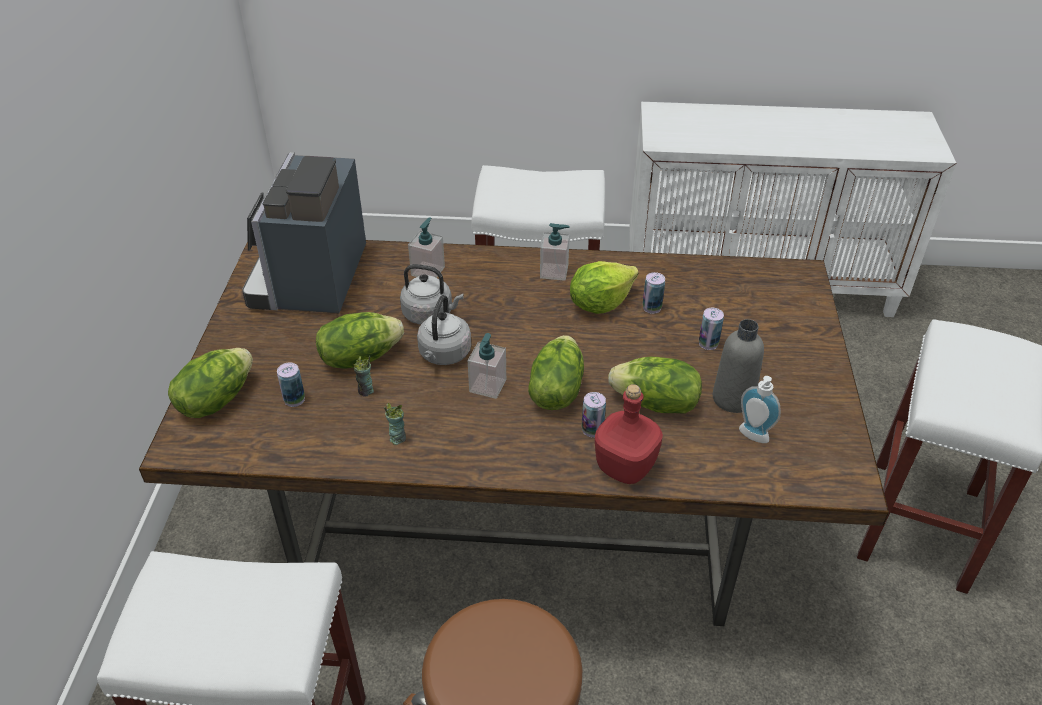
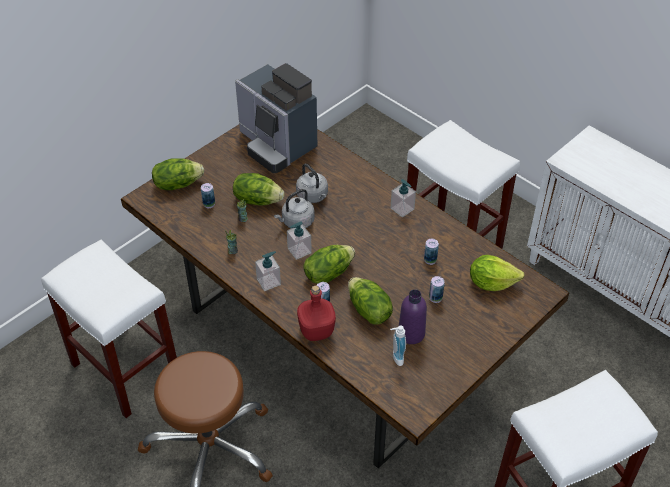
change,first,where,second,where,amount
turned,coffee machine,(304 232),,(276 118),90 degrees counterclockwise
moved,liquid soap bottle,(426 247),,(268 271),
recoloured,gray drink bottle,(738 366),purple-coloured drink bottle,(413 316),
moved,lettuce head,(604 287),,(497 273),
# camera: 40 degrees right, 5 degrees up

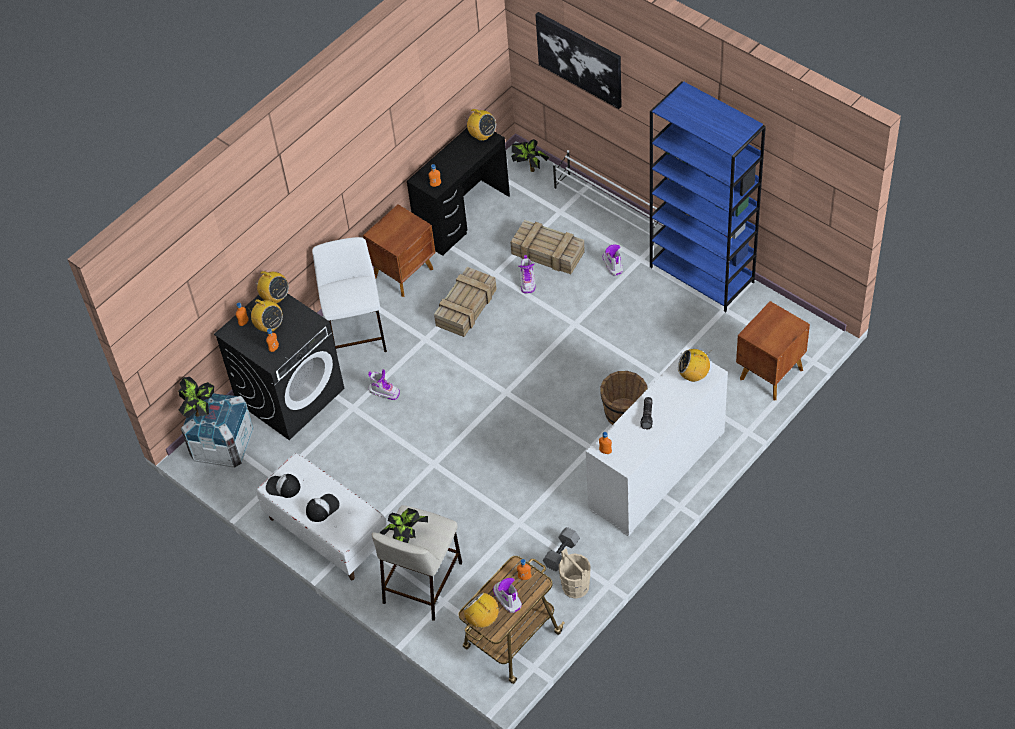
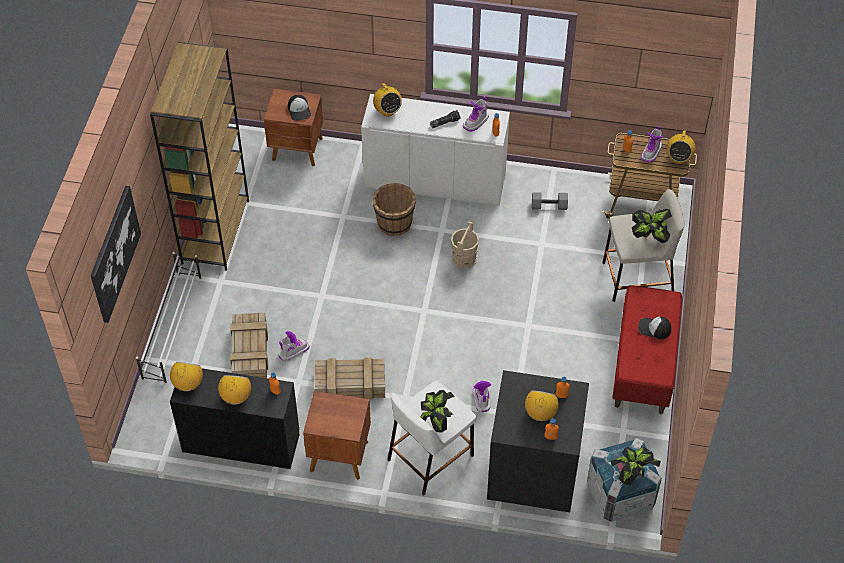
change,first,where,second,where,amount
recoloured,bluish bookcase,(708 196),brown-coloured bookcase,(199 156),
moved,radio receiver,(271 287),,(234 389),
moved,peaked cap,(283 486),,(299 108),
moved,plant in a pot,(530 155),,(438 411),
moved,beige bucket,(574 574),,(465 245),
moved,boot,(613 260),,(476 114),
recoloured,white indoor bench,(322 516),red indoor bench,(647 349),
# camera: 125 degrees left, 0 degrees up

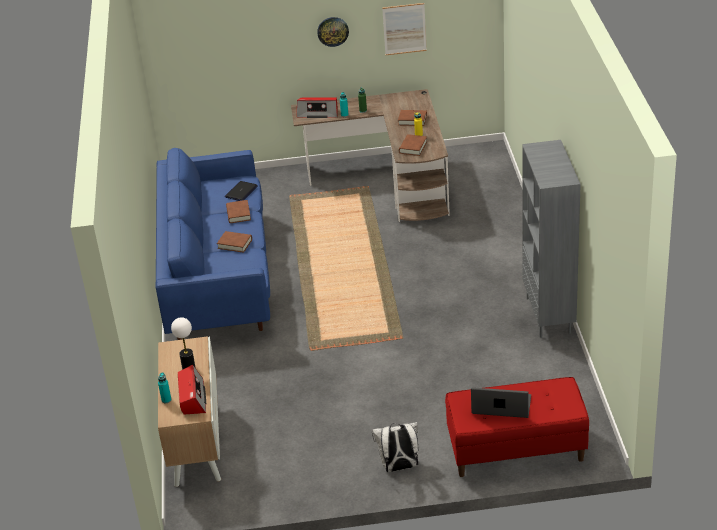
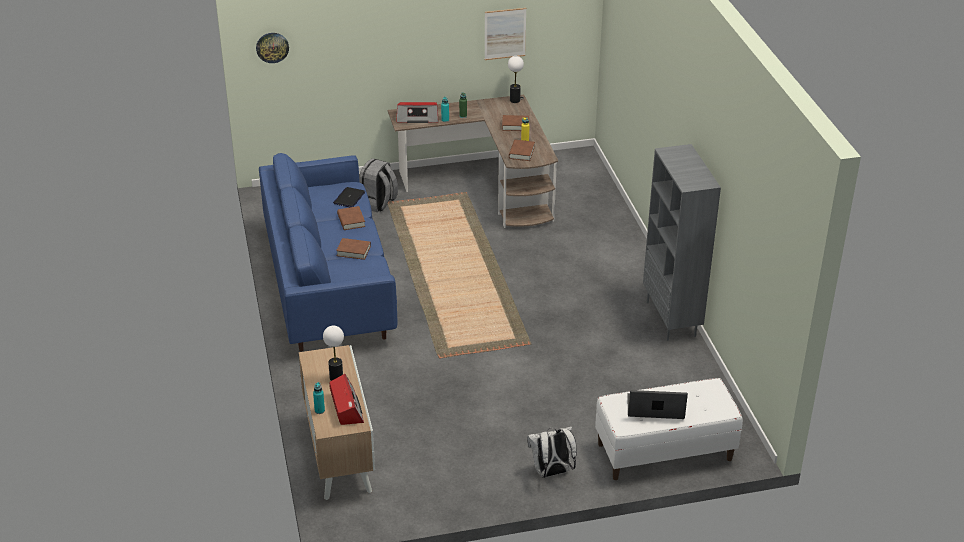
change,first,where,second,where,amount
moved,hanging clock,(333 32),,(272 48),
added,,,gray rucksack,(378 185),
added,,,tabletop lamp,(516 79),
recoloured,red indoor bench,(517 427),white indoor bench,(669 429),
# camera: 10 degrees left, 0 degrees up

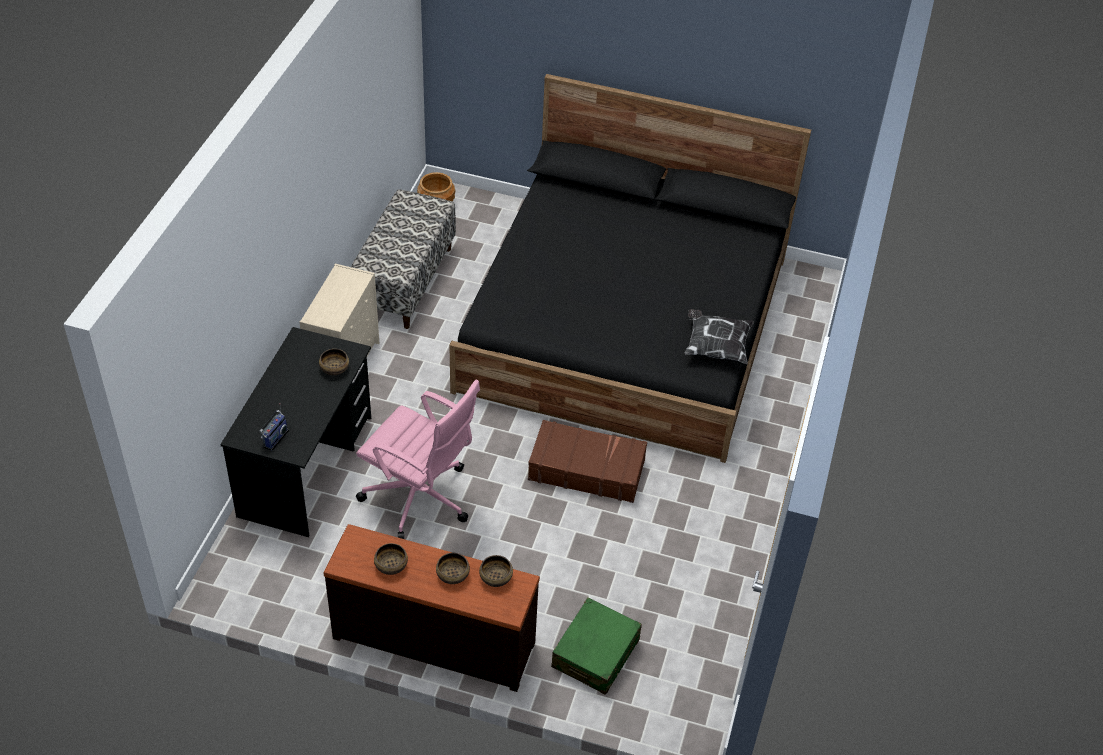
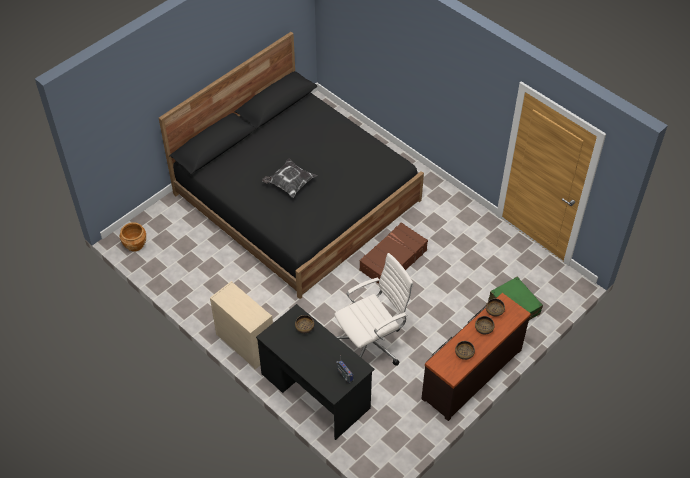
change,first,where,second,where,amount
moved,pillow,(719 336),,(289 178),
recoloured,pink office chair,(418 459),white office chair,(373 309),
removed,indoor bench,(403 259),,,
# camera: 60 degrees left, 5 degrees up

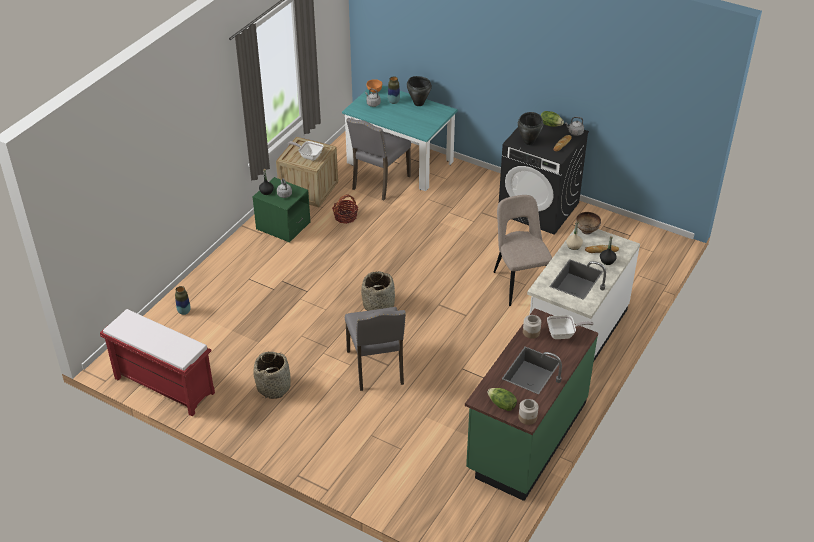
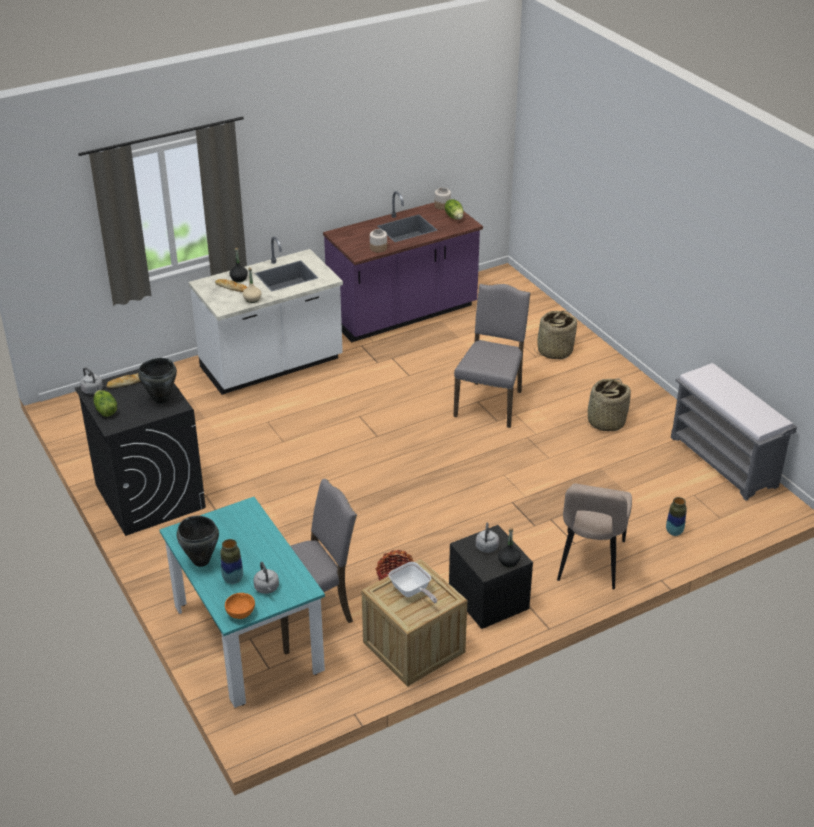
change,first,where,second,where,amount
recoloured,green kitchen counter,(531 404),purple-coloured kitchen counter,(403 266),
recoloured,green night table,(281 210),black night table,(491 577),
moved,household basket,(378 291),,(555 335),
moved,beige chair,(522 250),,(594 537),
recoloured,red indoor bench,(157 362),gray indoor bench,(734 432),
removed,skillet,(570 327),,,
removed,serving bowl,(588 223),,,
# camera: 150 degrees left, 5 degrees down

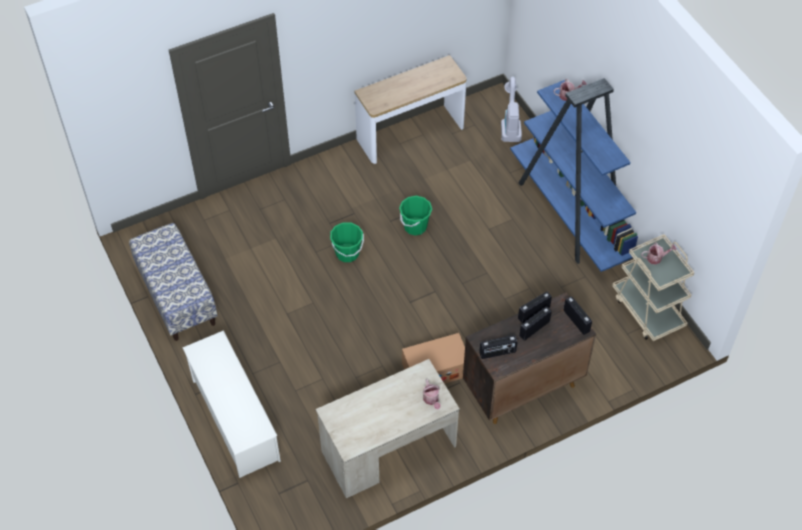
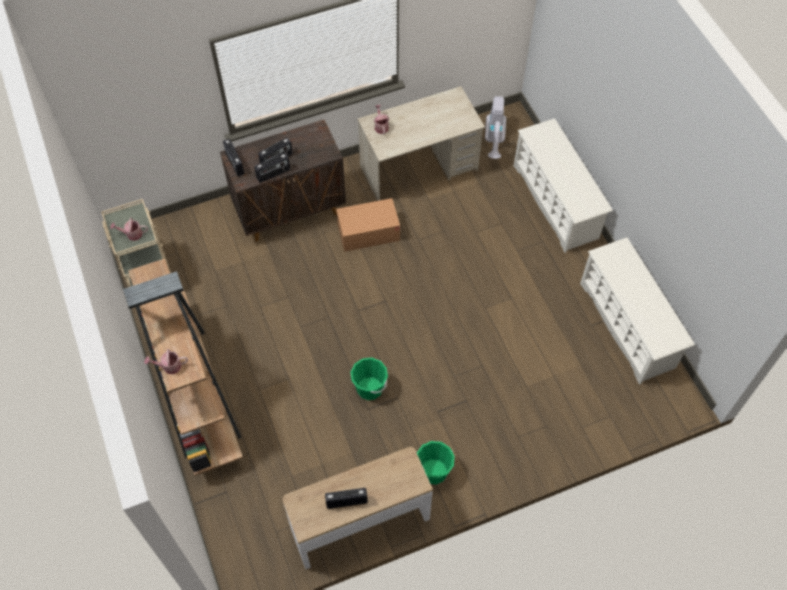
change,first,where,second,where,amount
recoloured,bluish bookcase,(574 175),brown-coloured bookcase,(183 367),
moved,radio receiver,(498 347),,(346 498),
moved,green bucket,(347 242),,(435 463),
moved,hoover,(511 109),,(495 127),
replaced,indoor bench,(173 282),white shoe shelf,(637 311),
# camera: 175 degrees left, 5 degrees up

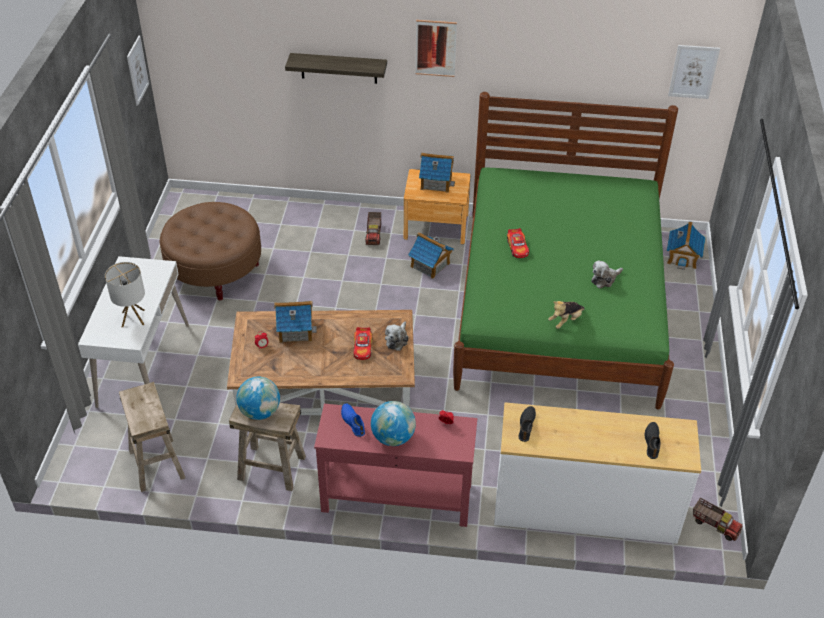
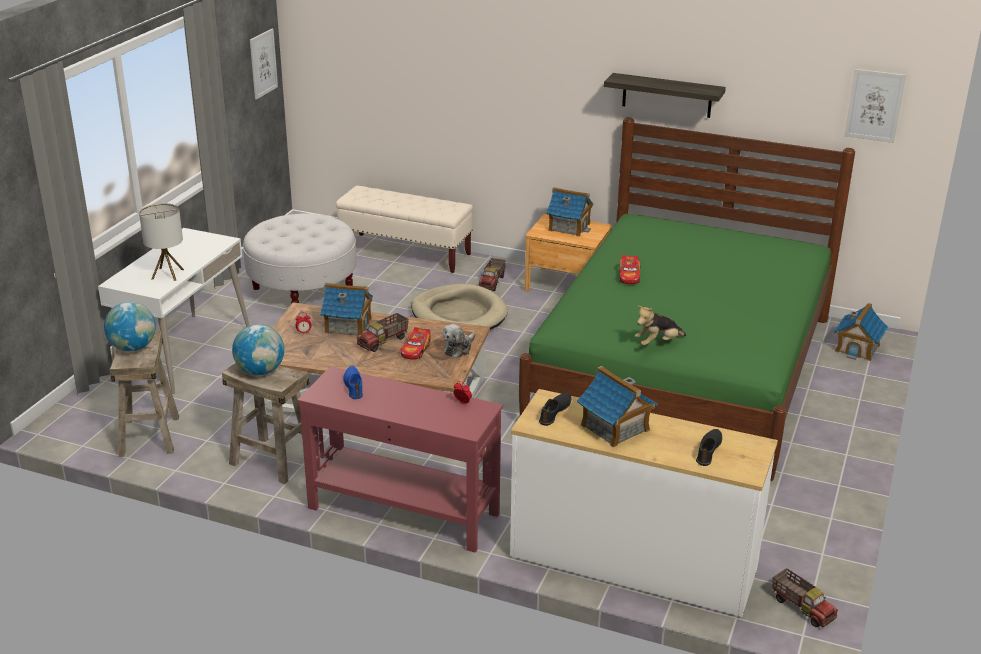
change,first,where,second,where,amount
moved,desk globe,(393 423),,(130 326),
recoloured,brown-coloured footrest,(210 251),white footrest,(299 258),
added,,,beige indoor bench,(404 229),
added,,,model truck,(383 332),
added,,,beige dog bed,(459 306),
moved,model house,(431 255),,(617 407),
moved,shelf,(336 68),,(665 95),
removed,picture,(436 48),,,
removed,plush toy,(607 274),,,
# camera: 15 degrees right, 15 degrees down

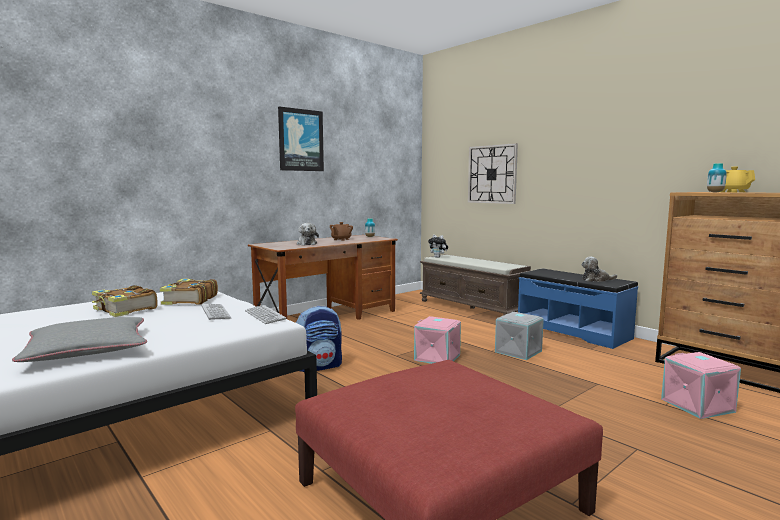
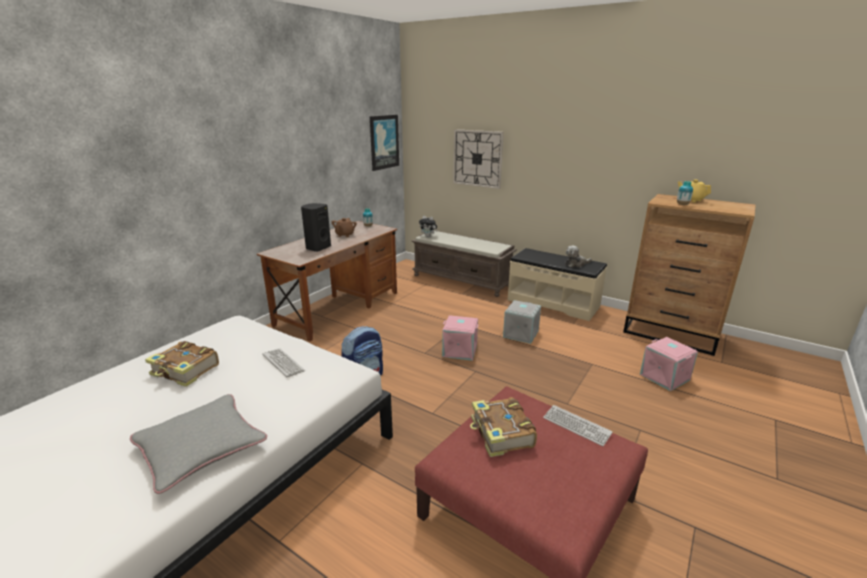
change,first,where,second,where,amount
replaced,plush toy,(308 234),black speaker,(316 227),
moved,picture,(301 138),,(384 143),
moved,bound book,(189 292),,(503 427),
recoloured,bluish indoor bench,(578 309),beige indoor bench,(557 284),
moved,keyboard,(265 314),,(578 425),
# camera: 15 degrees left, 15 degrees up

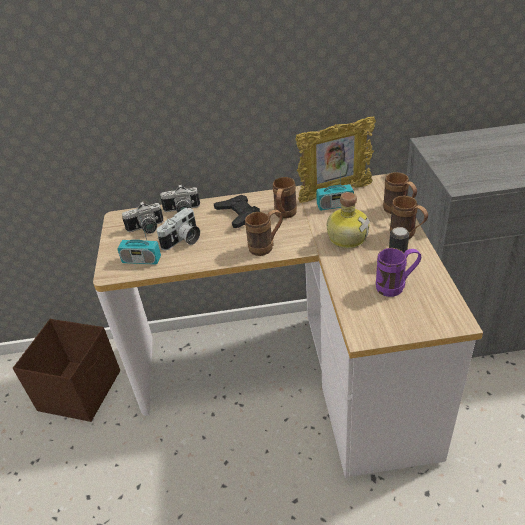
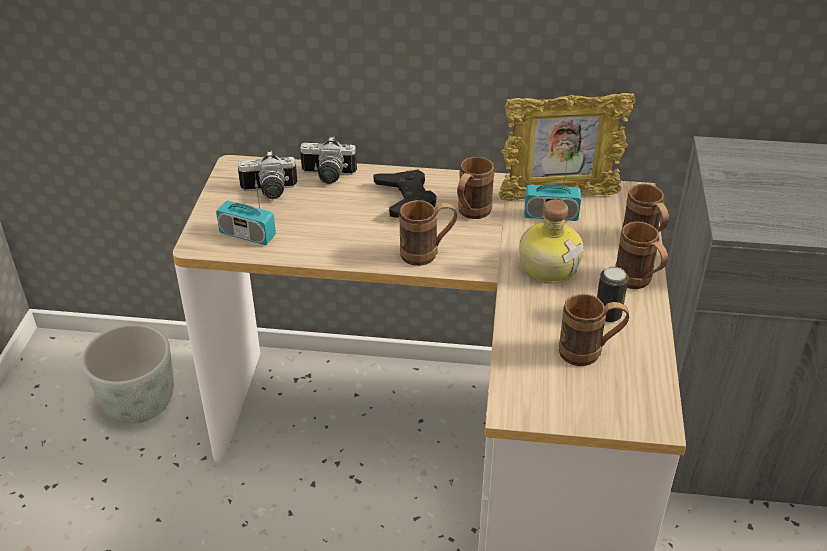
change,first,where,second,where,amount
replaced,brown-coloured storage bin,(66 370),gray flower pot,(128 374),
recoloured,purple-coloured mug,(398 272),brown-coloured mug,(594 330),
removed,photo camera,(178 228),,,
# camera: 10 degrees right, 0 degrees up

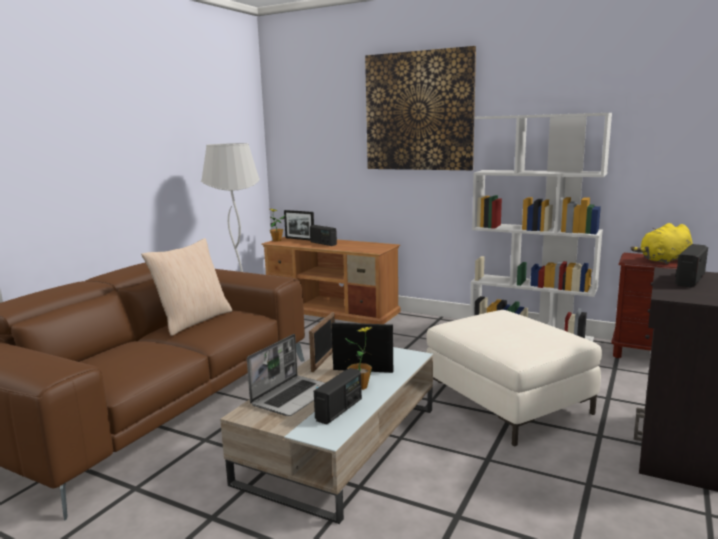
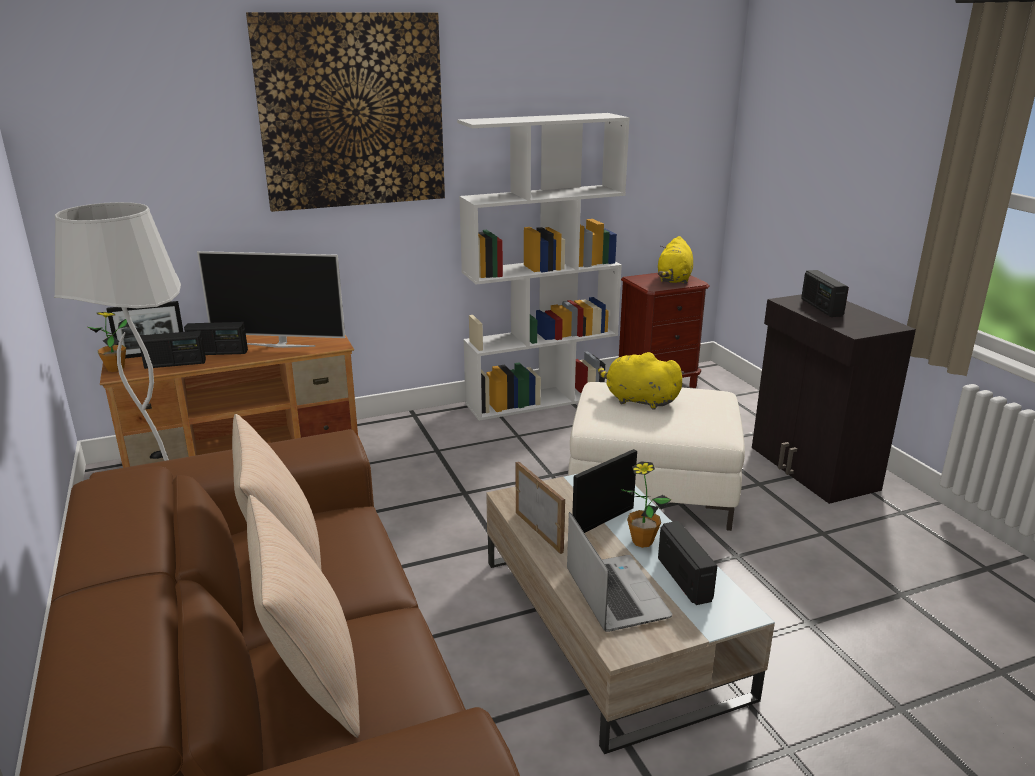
change,first,where,second,where,amount
added,,,radio receiver,(173 350),
added,,,television,(271 299),
added,,,beige pillow,(303 616),
added,,,yellow-coloured plush toy,(641 381),
# camera: 50 degrees left, 10 degrees up

